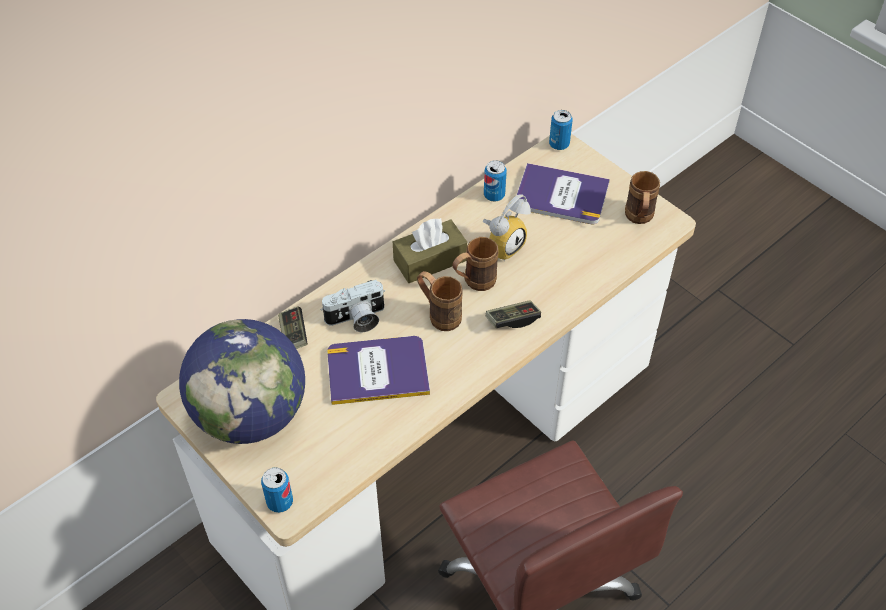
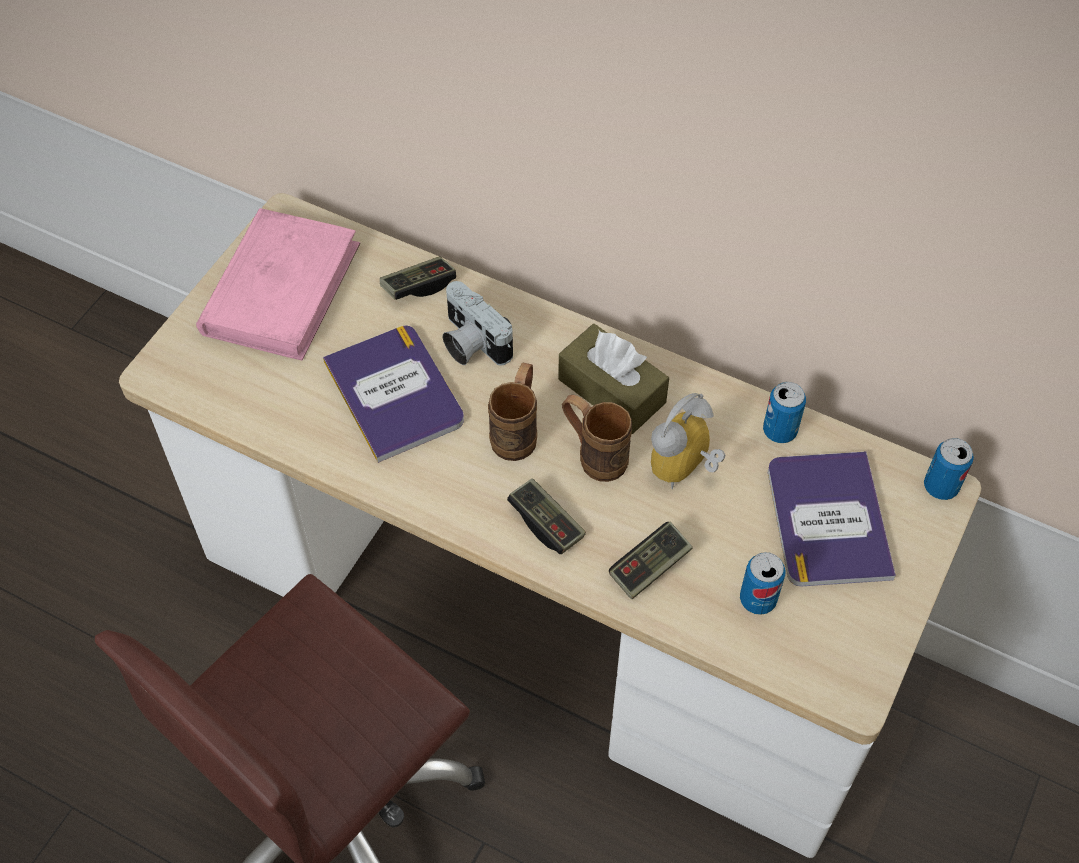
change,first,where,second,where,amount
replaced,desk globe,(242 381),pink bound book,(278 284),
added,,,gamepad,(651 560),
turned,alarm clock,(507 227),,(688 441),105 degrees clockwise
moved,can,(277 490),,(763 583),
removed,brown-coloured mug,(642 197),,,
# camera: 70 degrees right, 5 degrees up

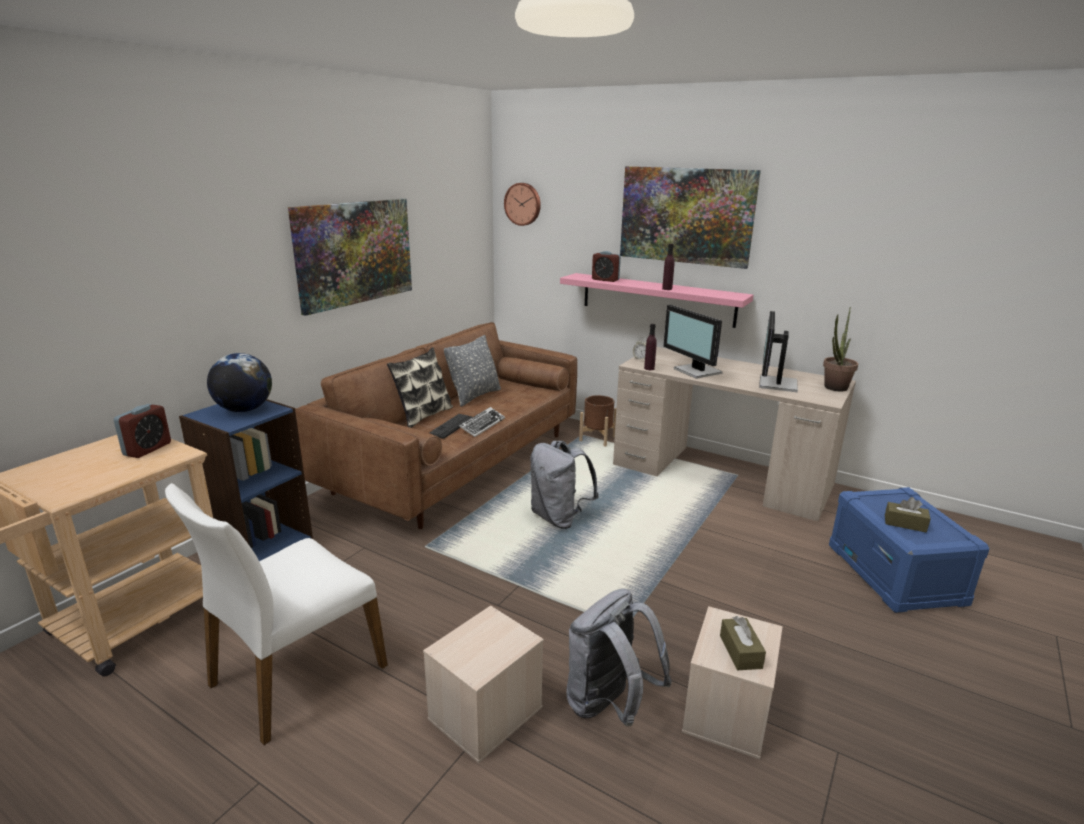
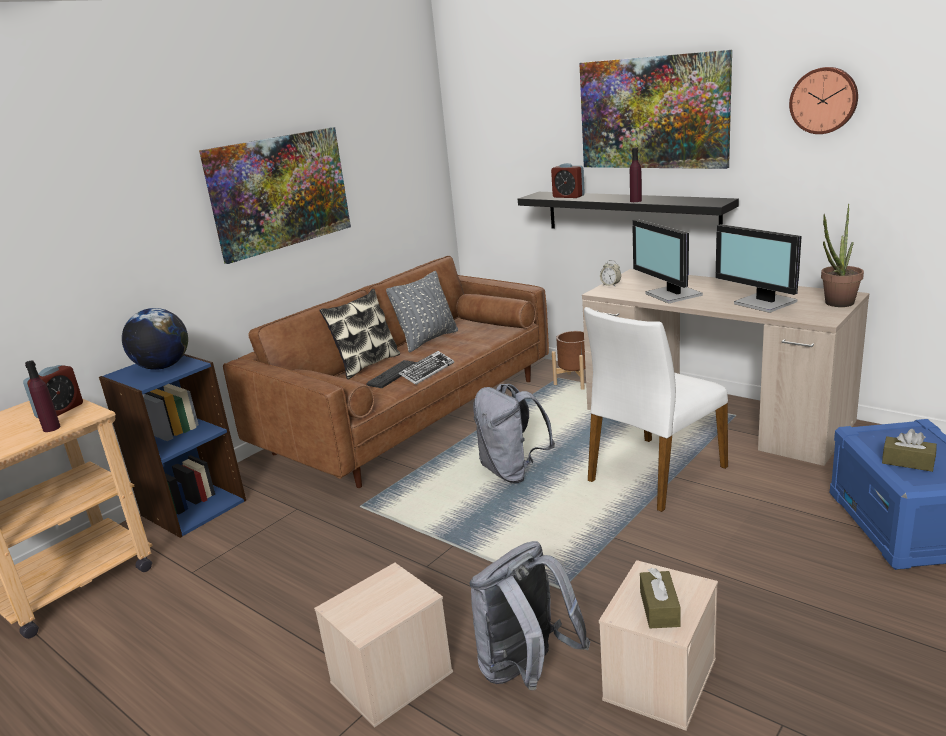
change,first,where,second,where,amount
moved,purple-coloured drink bottle,(650 347),,(43 396),
recoloured,pink shelf,(657 300),black shelf,(628 210),
moved,white chair,(276 614),,(656 409),
turned,computer display,(778 351),,(759 268),60 degrees counterclockwise
moved,hanging clock,(522 204),,(823 100),
# camera: 10 degrees right, 0 degrees up

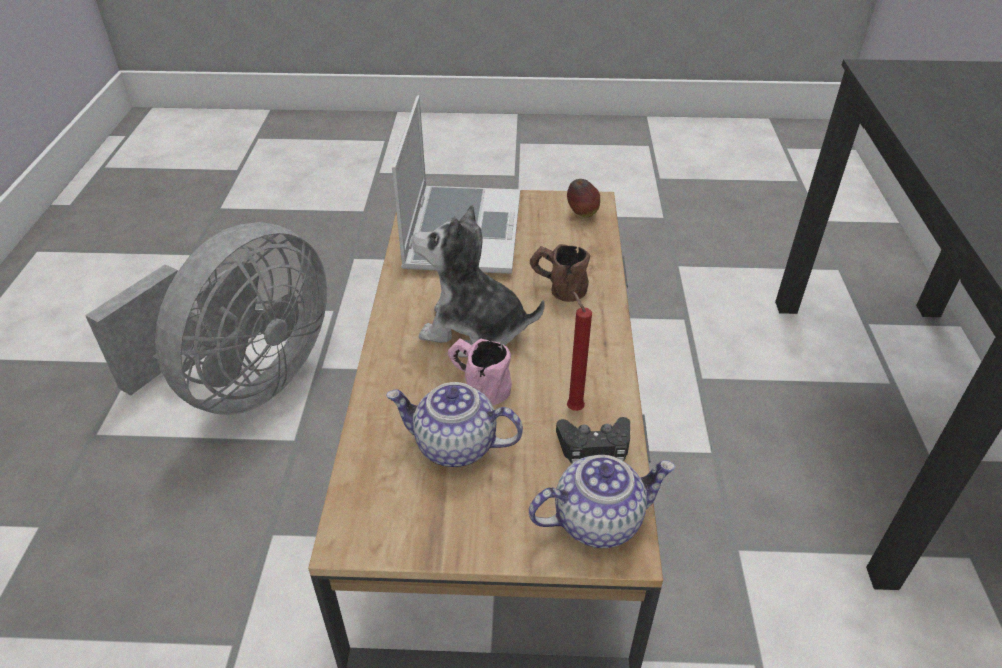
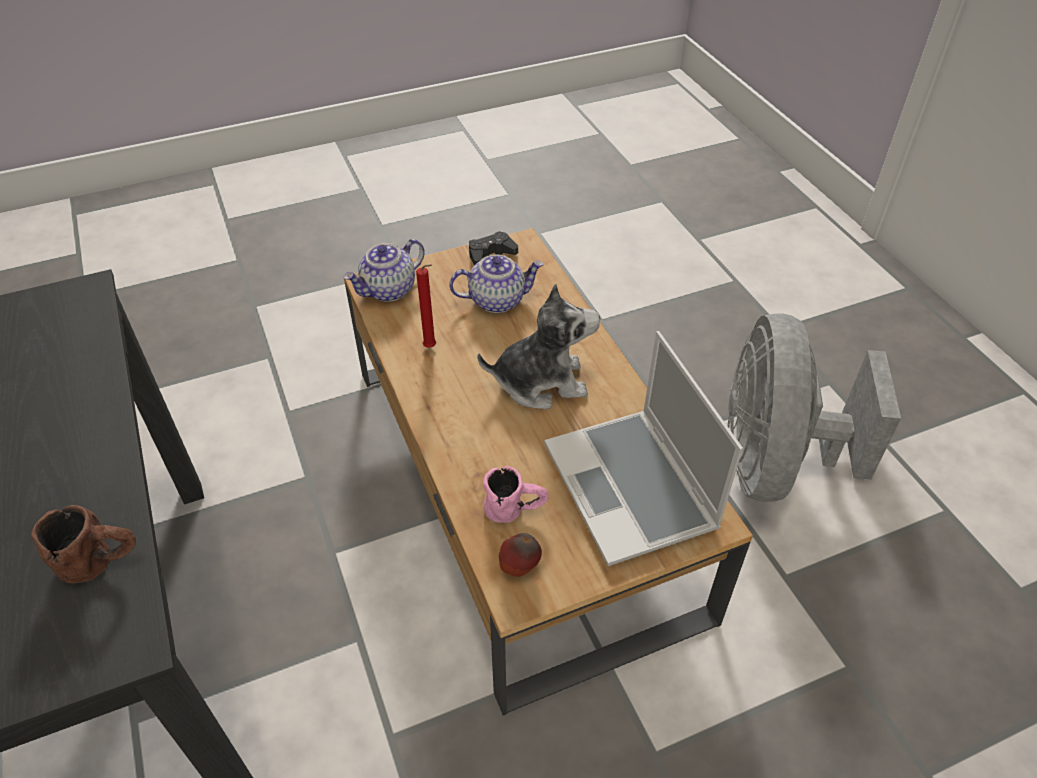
change,first,where,second,where,amount
moved,brown-coloured mug,(560 273),,(83 544),
moved,black gamepad,(593 440),,(493 248),
moved,pink mug,(480 371),,(516 494),
# camera: 155 degrees right, 5 degrees up

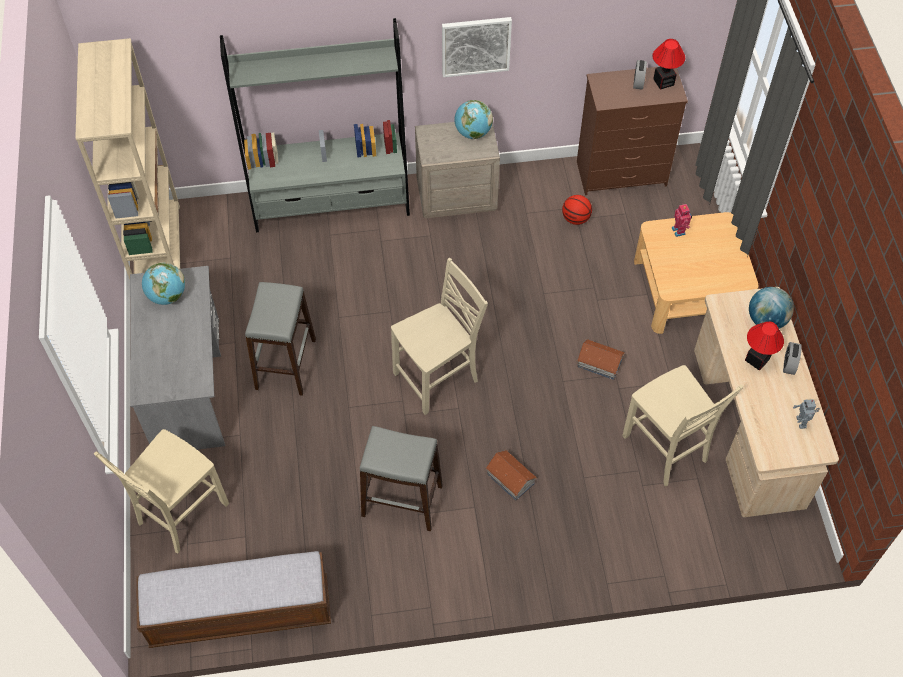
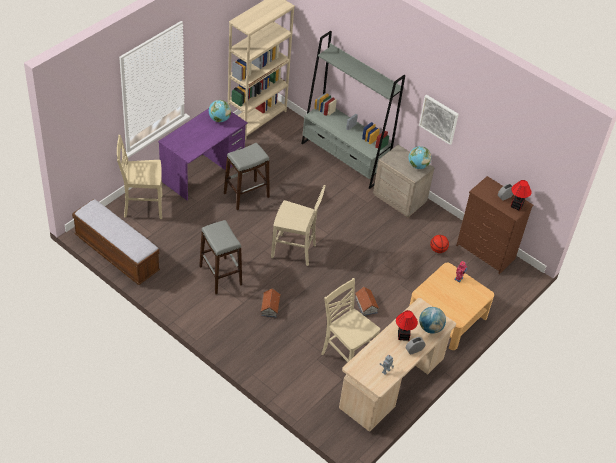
change,first,where,second,where,amount
recoloured,gray desk table,(177 358),purple-coloured desk table,(203 154),
turned,beige chair,(683 425),,(350 326),120 degrees clockwise
# camera: 45 degrees right, 10 degrees down

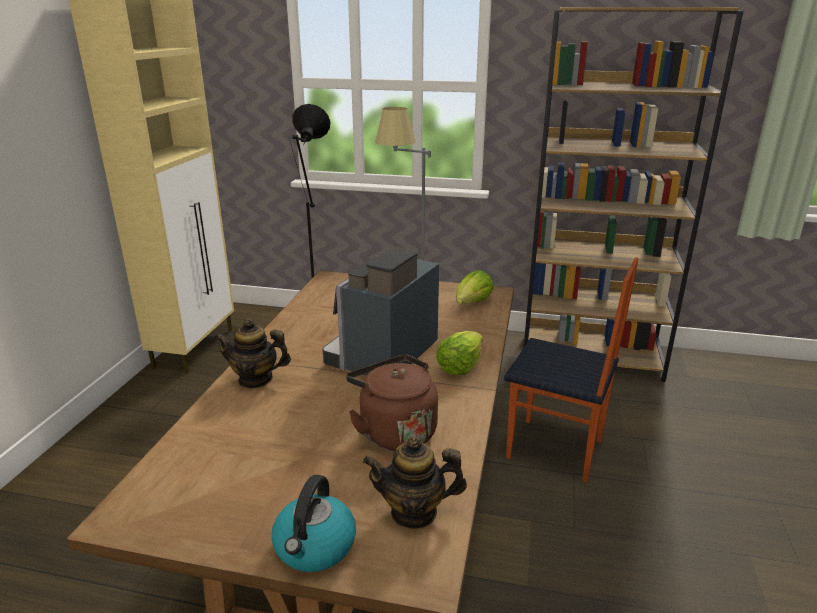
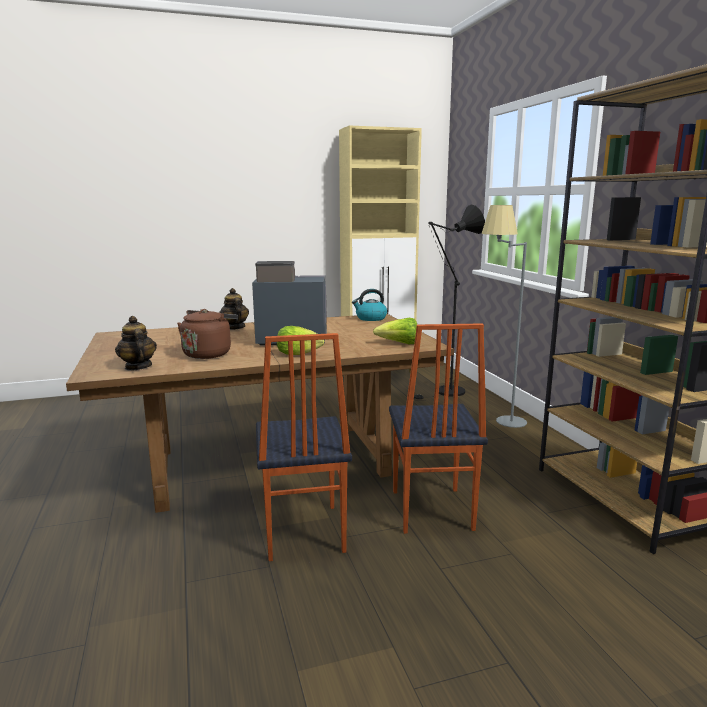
change,first,where,second,where,amount
added,,,chair,(304 447),
moved,water kettle,(314 523),,(369 305),
# camera: 60 degrees right, 10 degrees down

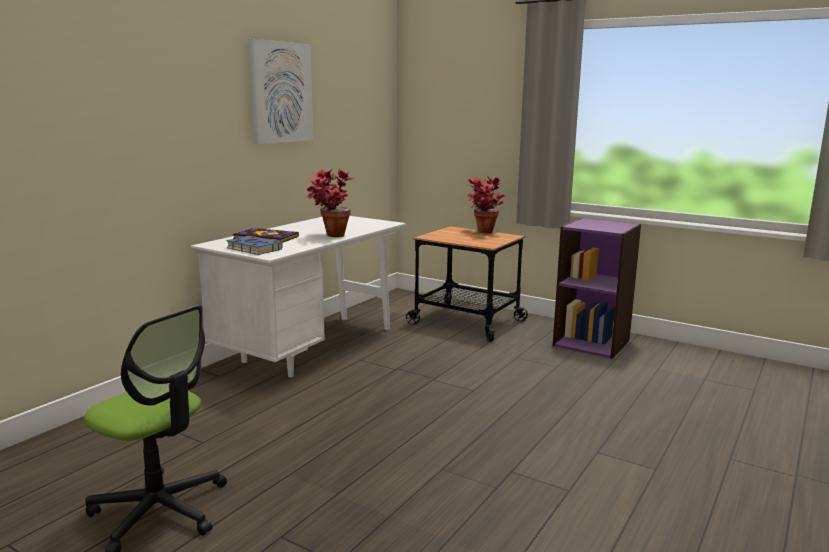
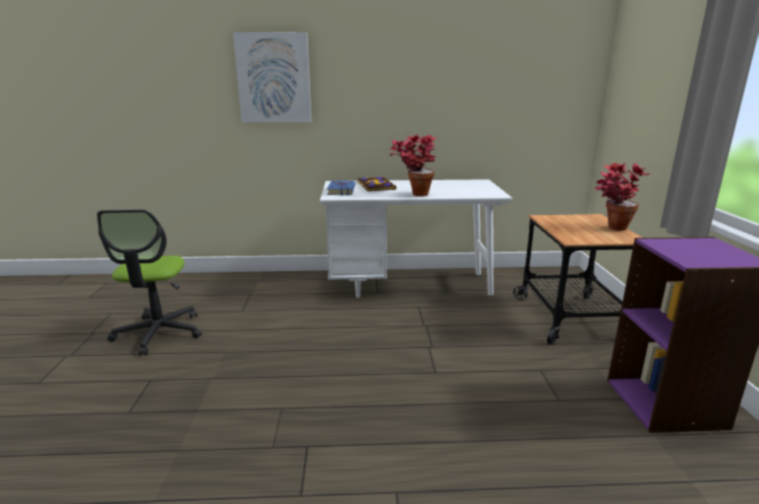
change,first,where,second,where,amount
moved,picture,(280 91),,(272 77),
# camera: 55 degrees right, 5 degrees up

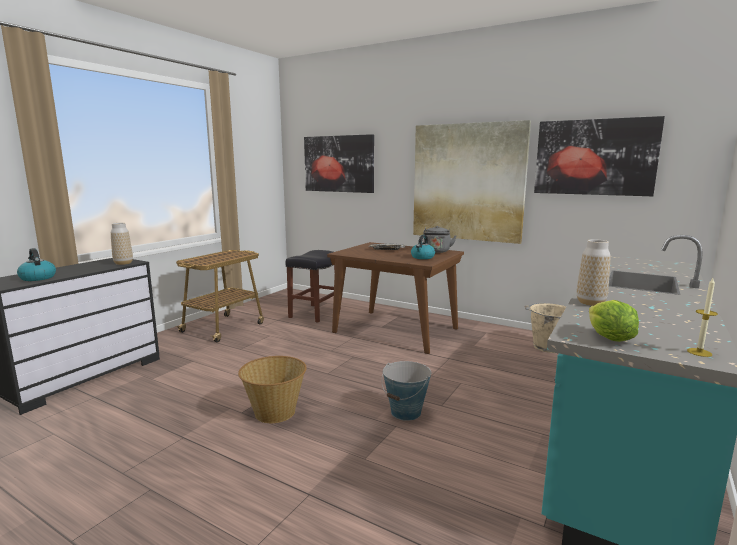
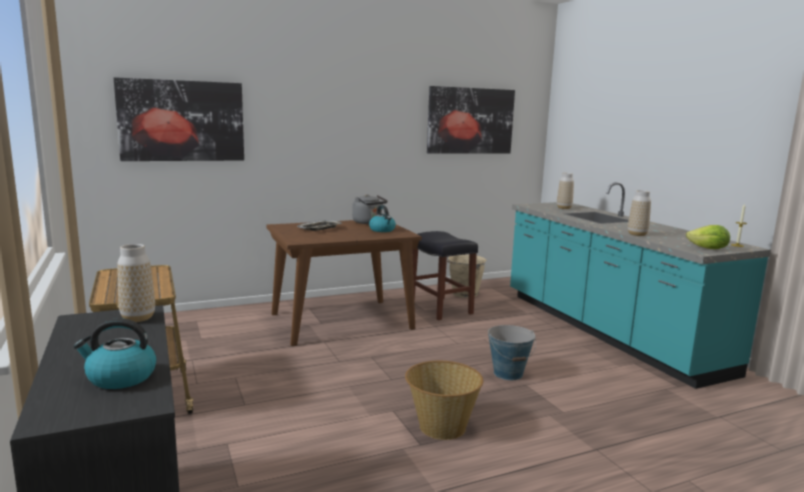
change,first,where,second,where,amount
moved,black stool seat,(313 286),,(445 275),
added,,,flower vase,(565 191),
removed,picture,(472 182),,,
# camera: 55 degrees left, 0 degrees up

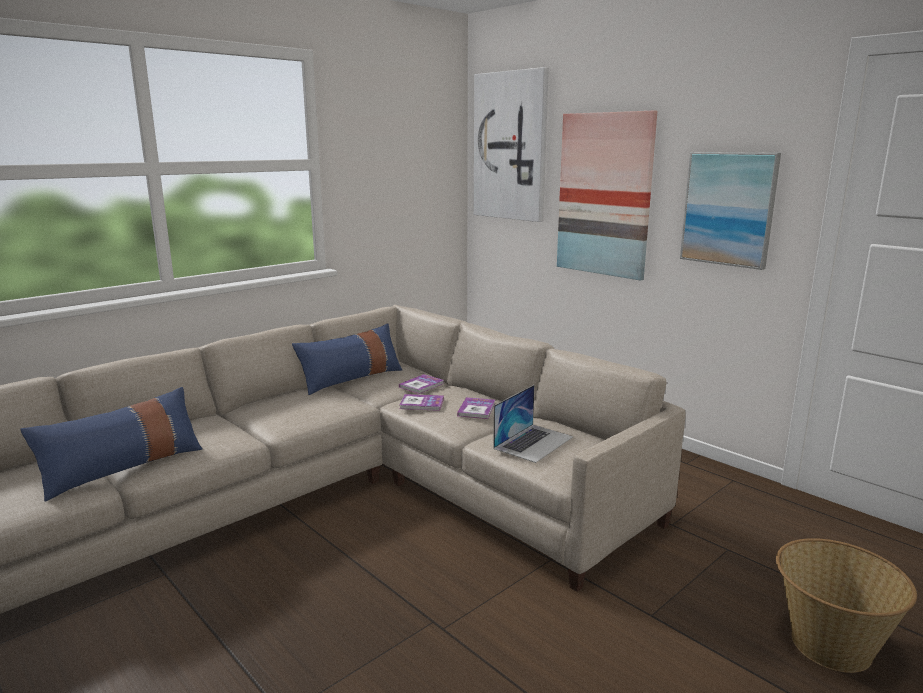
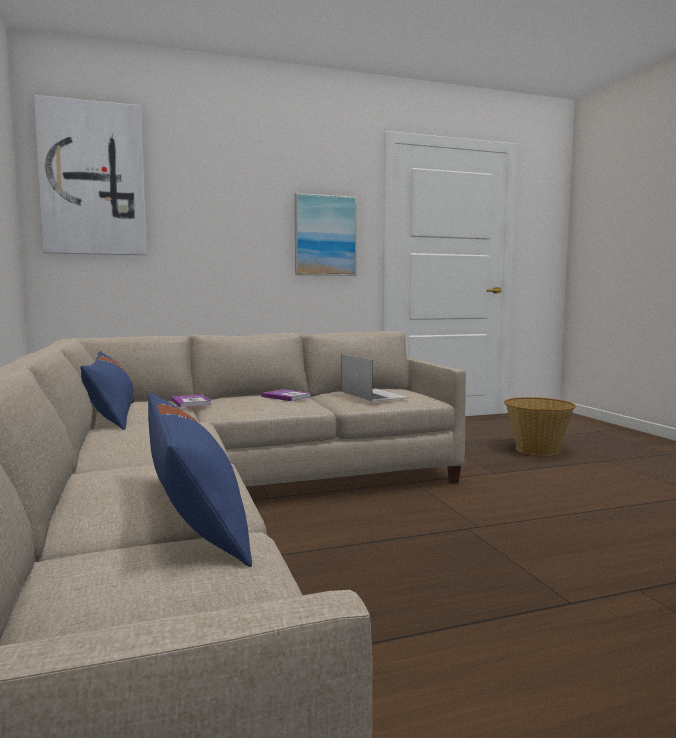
change,first,where,second,where,amount
removed,bound book,(422 402),,,
removed,picture,(607 196),,,
# camera: 65 degrees left, 10 degrees down

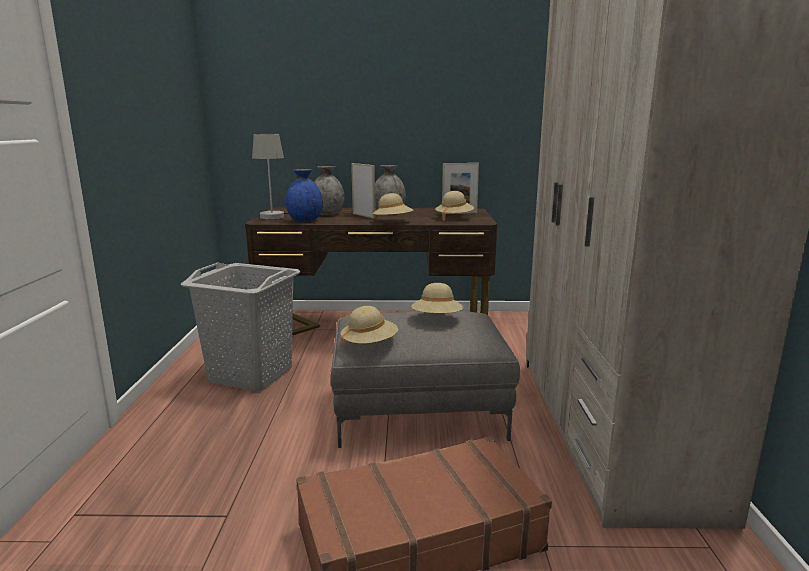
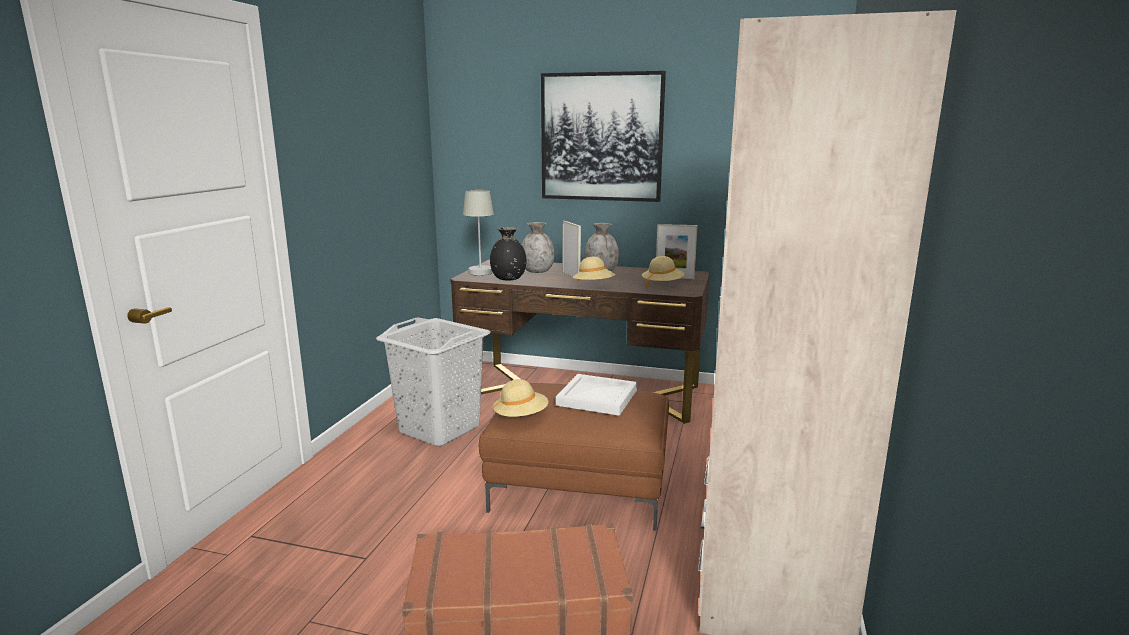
change,first,where,second,where,amount
recoloured,gray footrest,(425 379),brown-coloured footrest,(574 457),
recoloured,bluish flower vase,(304 195),black flower vase,(508 254),
added,,,picture,(603 136),
replaced,beige wearable hat,(437 298),white serving tray,(596 395),
# camera: 15 degrees right, 0 degrees up

